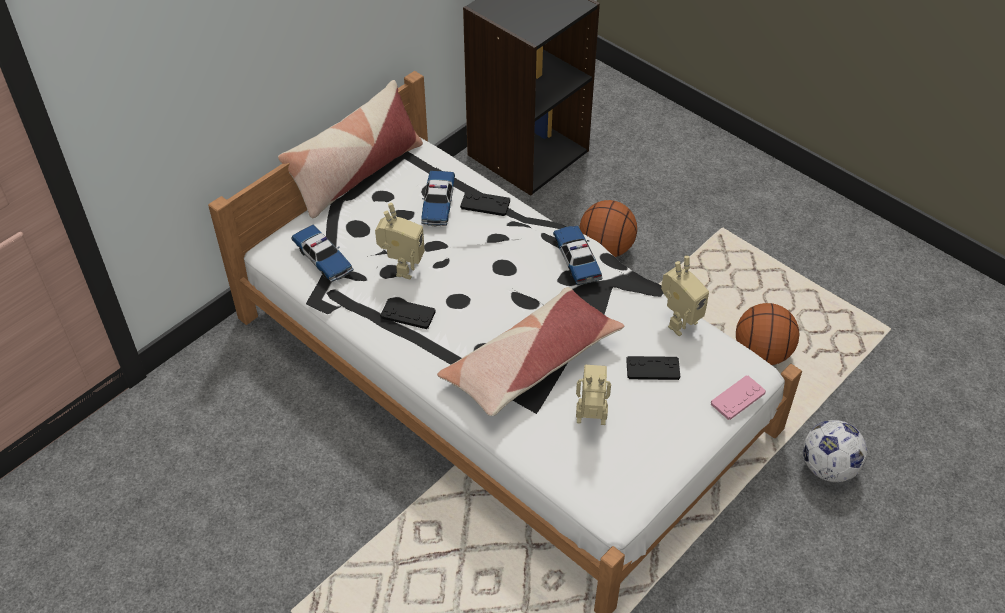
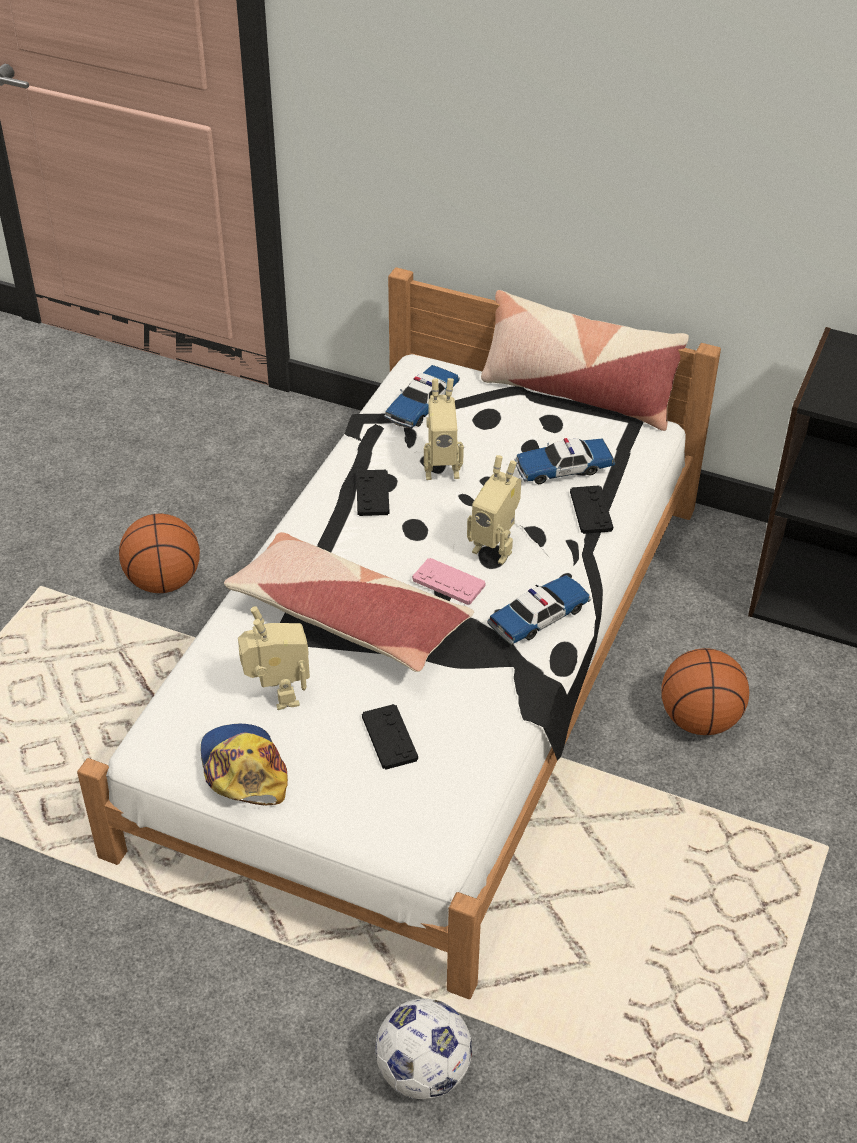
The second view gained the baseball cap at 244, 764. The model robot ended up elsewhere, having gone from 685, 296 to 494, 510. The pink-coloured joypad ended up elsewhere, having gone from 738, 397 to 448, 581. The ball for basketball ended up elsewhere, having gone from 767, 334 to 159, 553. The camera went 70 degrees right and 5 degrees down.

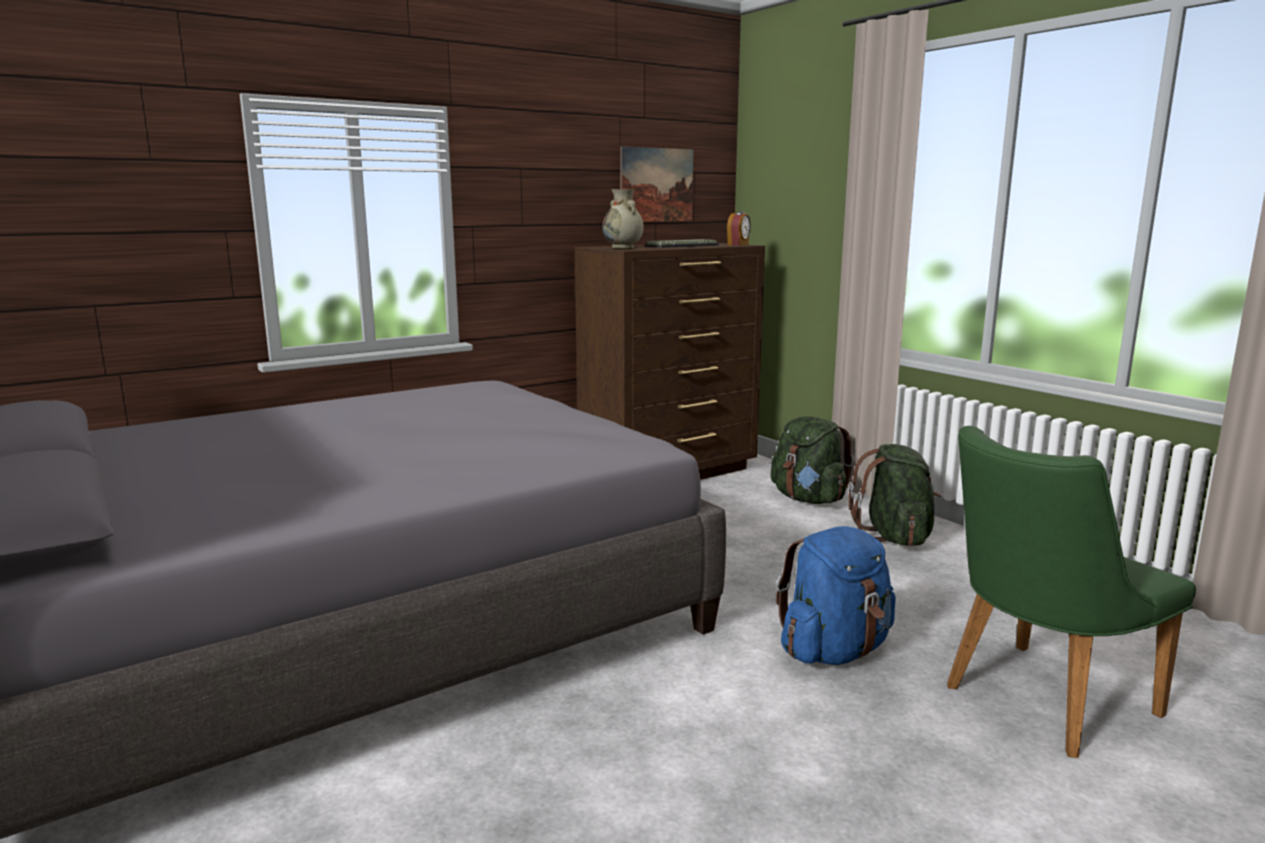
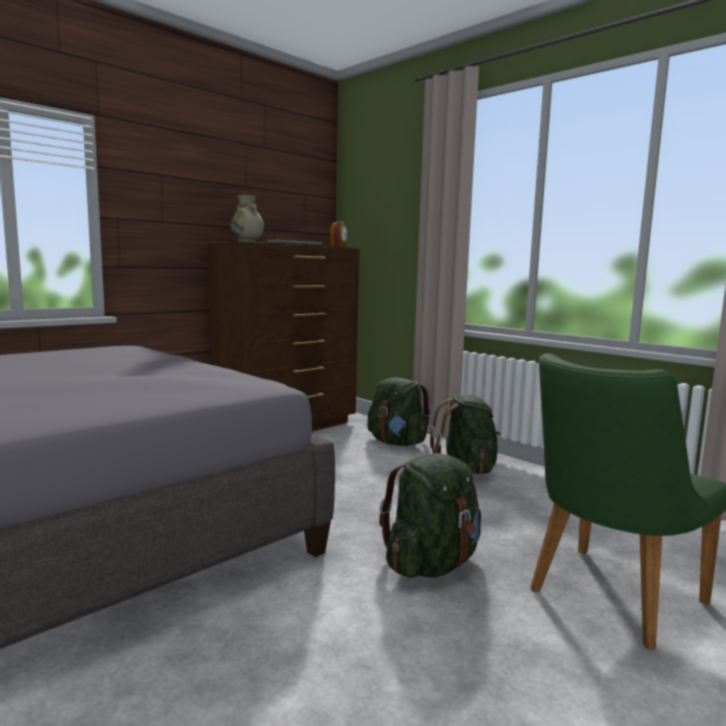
The second view lost the wall picture at 656, 184. What was the bluish backpack at 836, 595 turned into the greenish backpack at 430, 515. The camera went 10 degrees left and 5 degrees down.

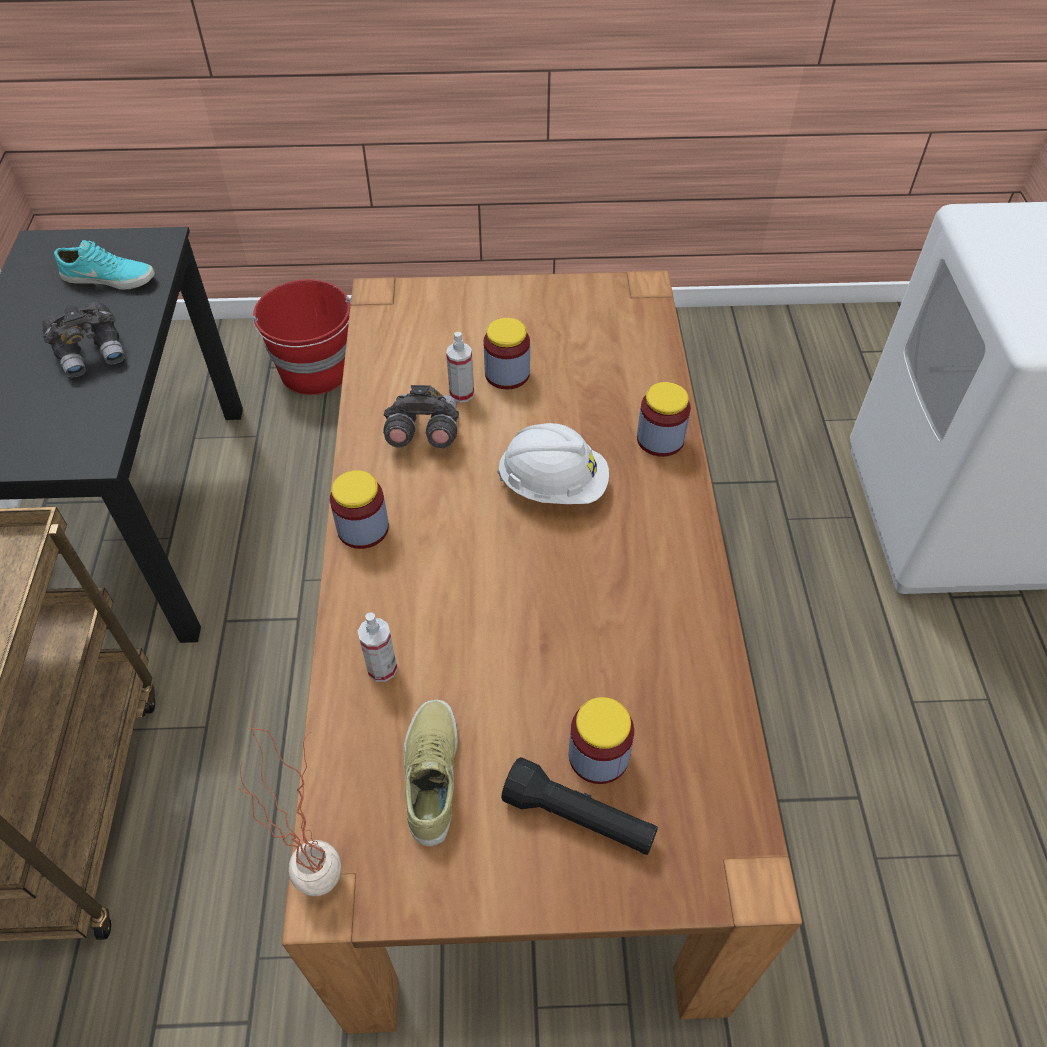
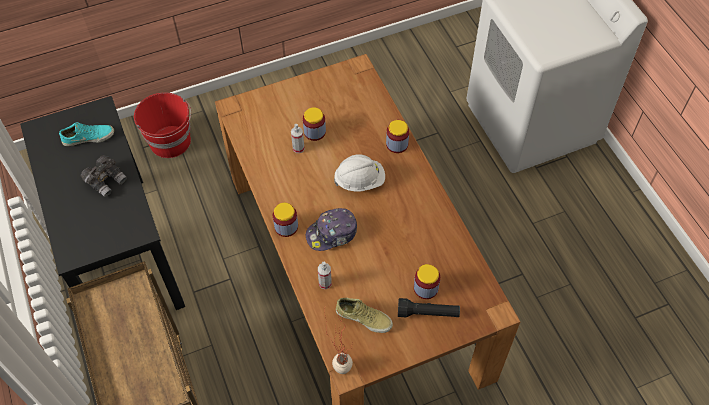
The second view lost the gray binoculars at 421, 417. The second view gained the baseball cap at 331, 229. The beige-coloured item of footwear at 431, 773 ended up facing another way, 135 degrees clockwise from before. The camera went 20 degrees left and 5 degrees up.

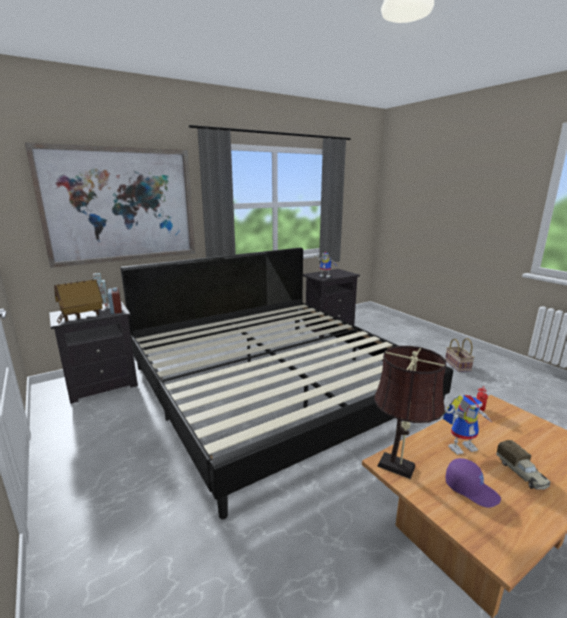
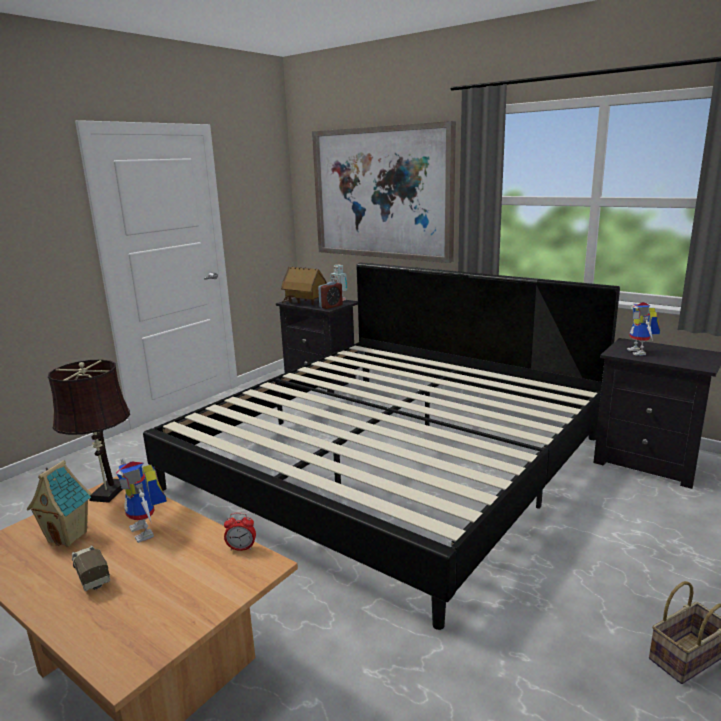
Where the purplish baseball cap stood at 473, 483, the miniature house came to stand at 59, 503. The toy truck at 523, 465 ended up facing another way, 90 degrees clockwise from before. The camera went 70 degrees right and 0 degrees up.

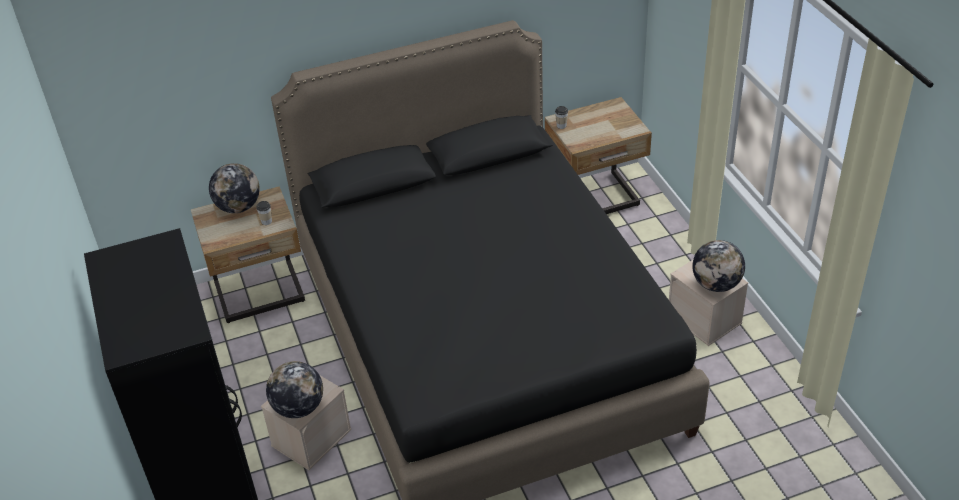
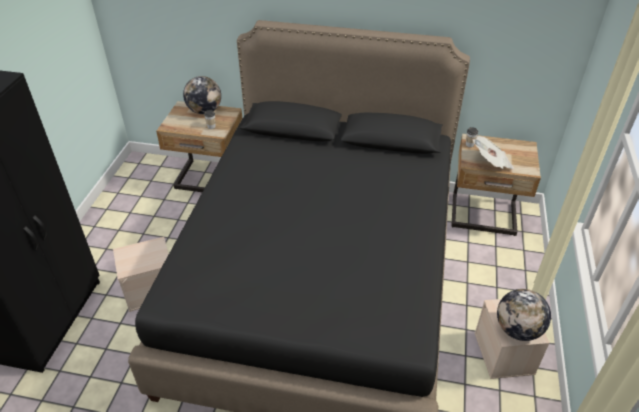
The second view lost the globe at 294, 389. The second view gained the newspaper at 494, 152. The camera went 30 degrees right and 0 degrees up.

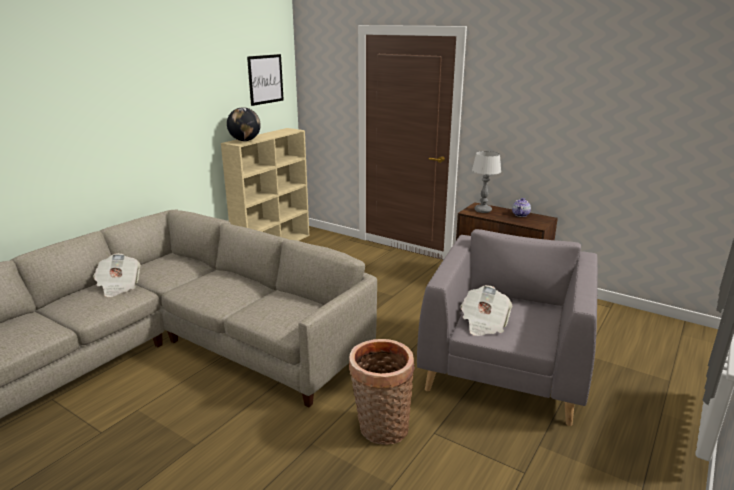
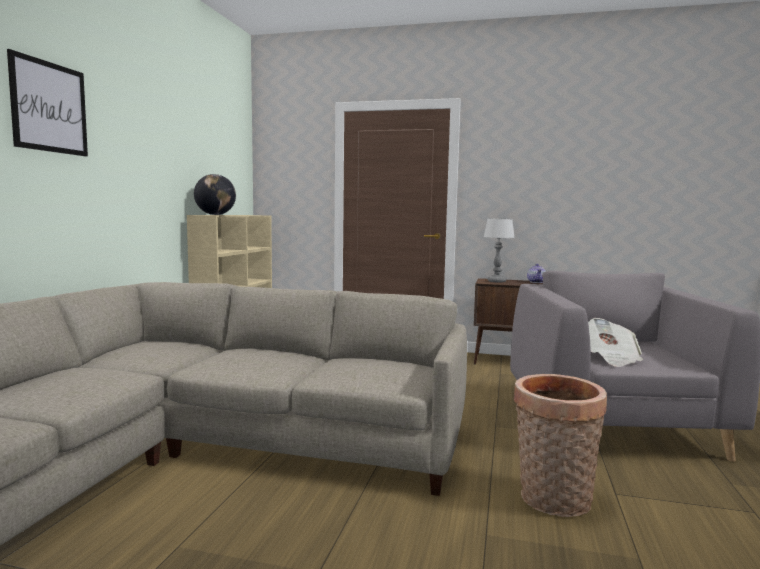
The second view lost the newspaper at 117, 275. The wall picture ended up elsewhere, having gone from 265, 80 to 47, 103. The camera went 20 degrees left and 15 degrees down.

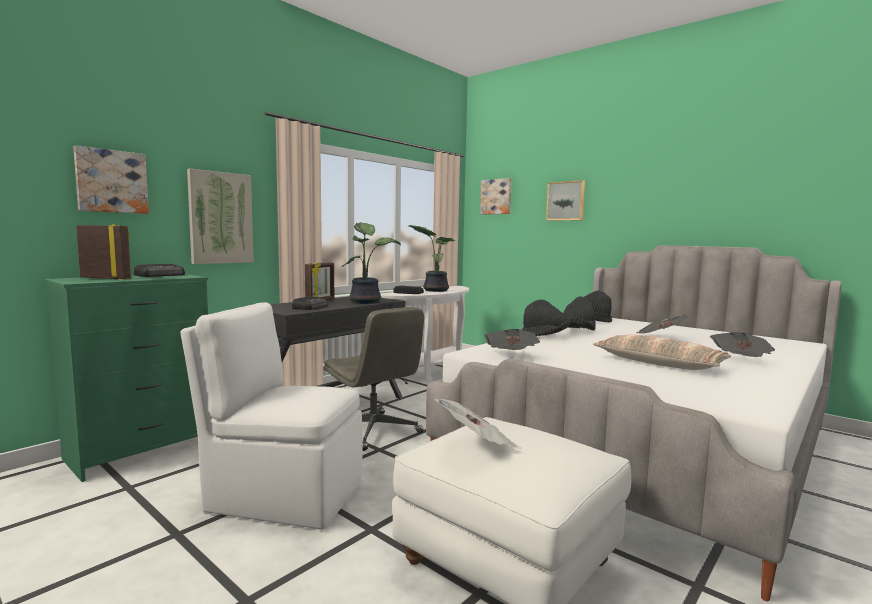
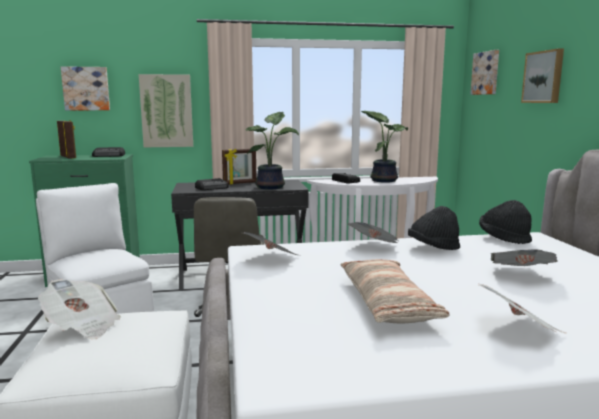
Where the blackish clothing hat stood at 546, 317, the newspaper came to stand at 372, 232. The camera went 40 degrees right and 5 degrees up.

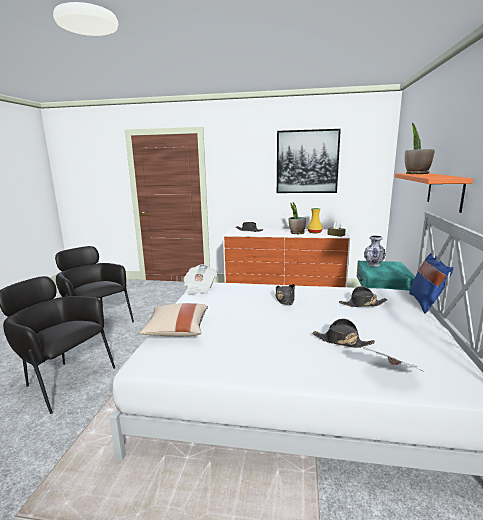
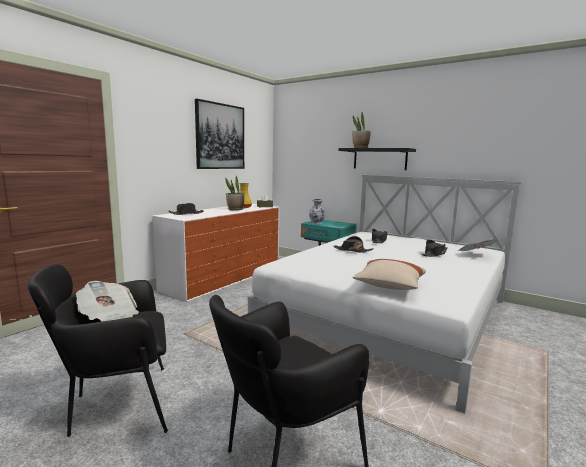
The second view lost the bluish pillow at 431, 283. The newspaper ended up elsewhere, having gone from 200, 279 to 107, 301. What was the orange bracket shelf at 434, 193 turned into the blackish bracket shelf at 377, 159. The camera went 65 degrees left and 5 degrees down.

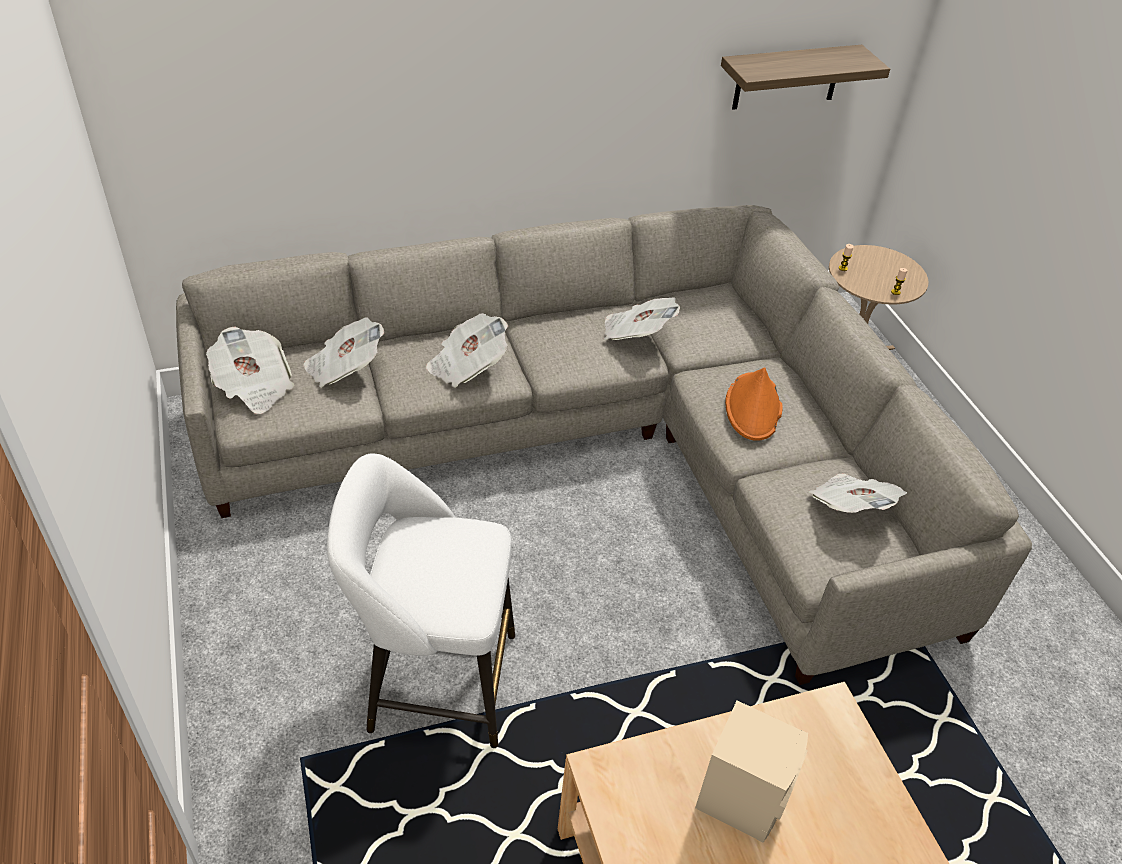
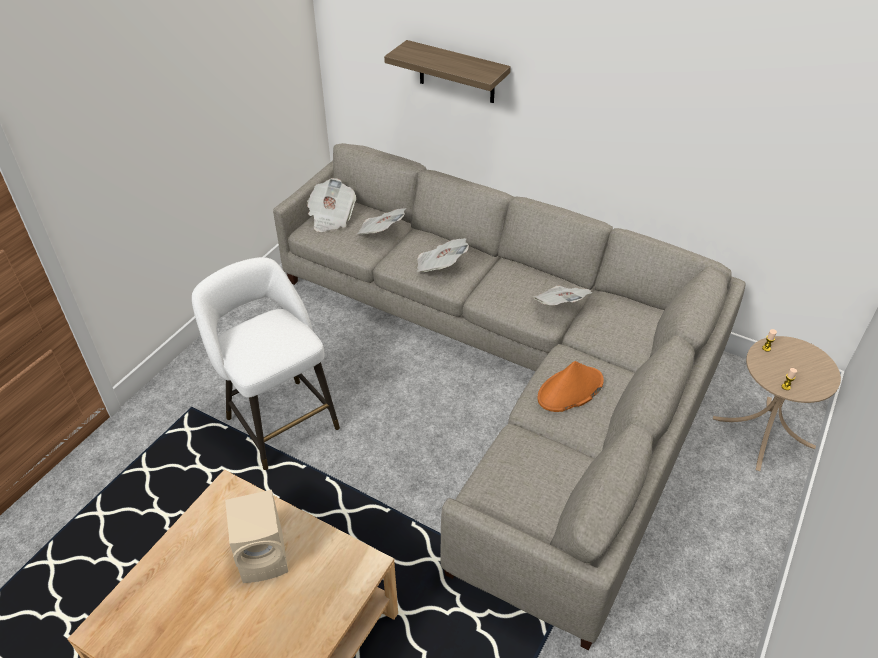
The second view lost the newspaper at 857, 493. The bracket shelf ended up elsewhere, having gone from 805, 77 to 447, 71. The camera went 50 degrees right and 0 degrees up.

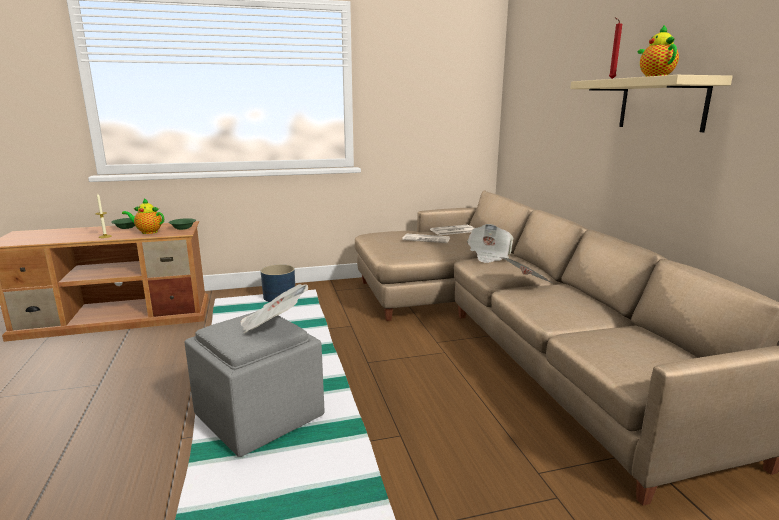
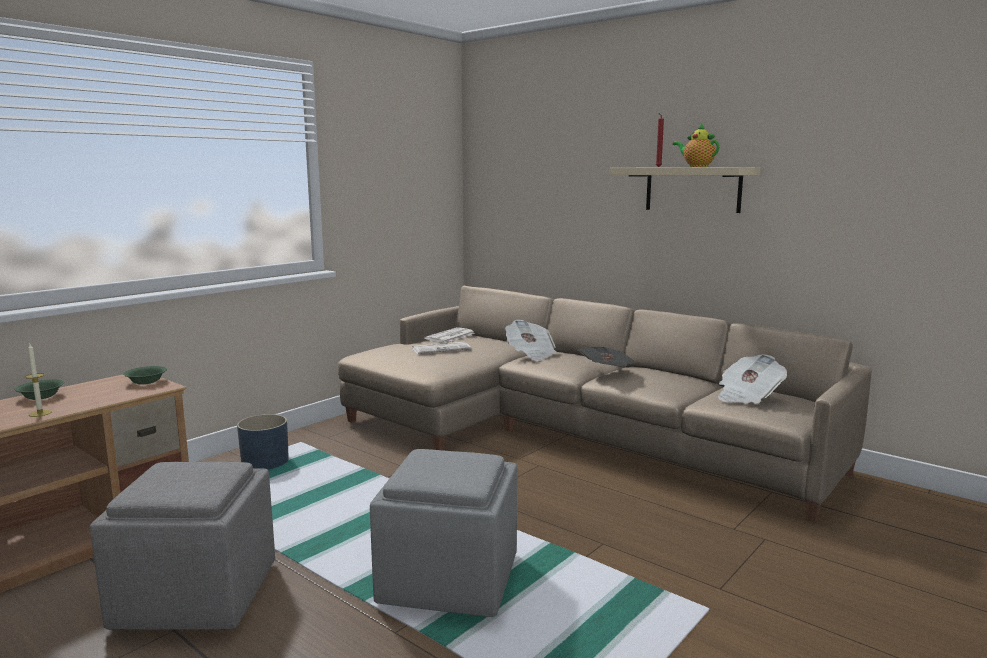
The second view lost the pot for tea at 143, 216. The second view gained the gray pouffe at 182, 546. The newspaper ended up elsewhere, having gone from 274, 308 to 752, 379. The camera went 35 degrees left and 5 degrees down.

